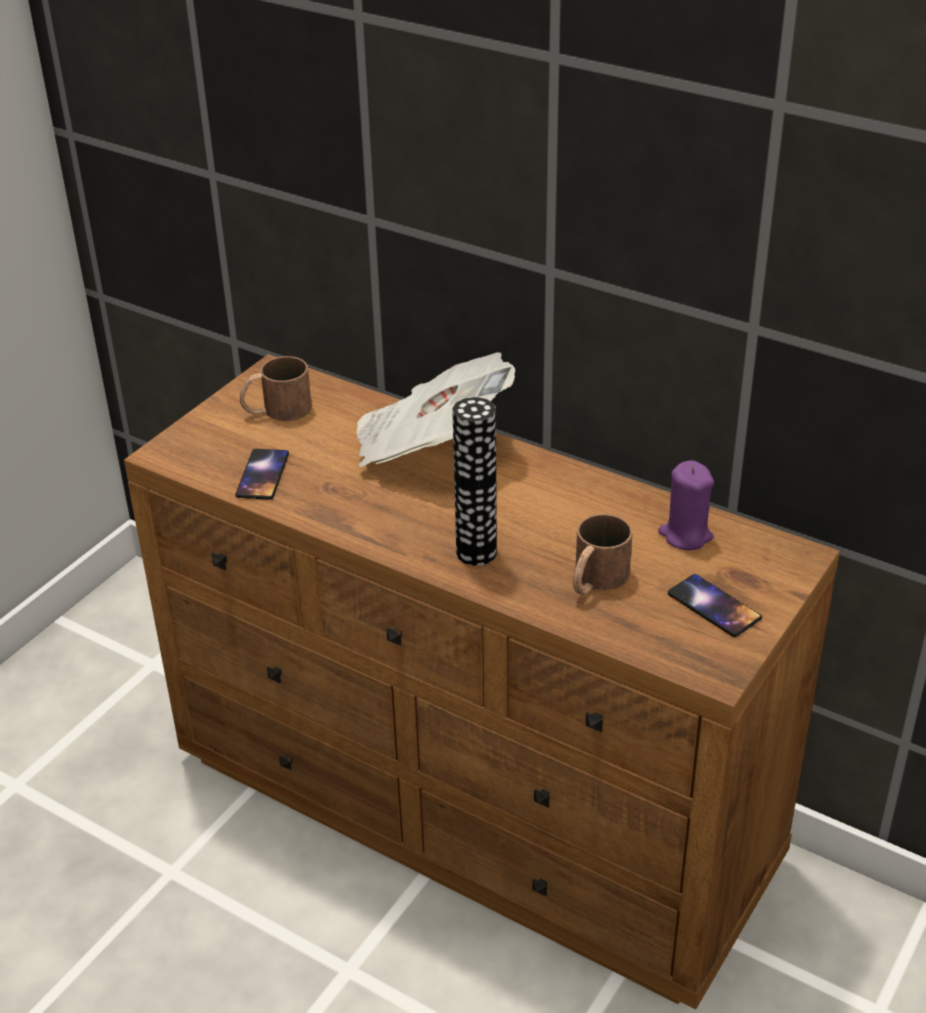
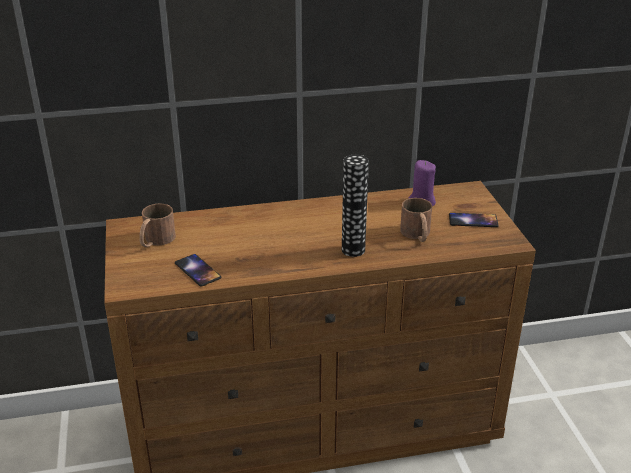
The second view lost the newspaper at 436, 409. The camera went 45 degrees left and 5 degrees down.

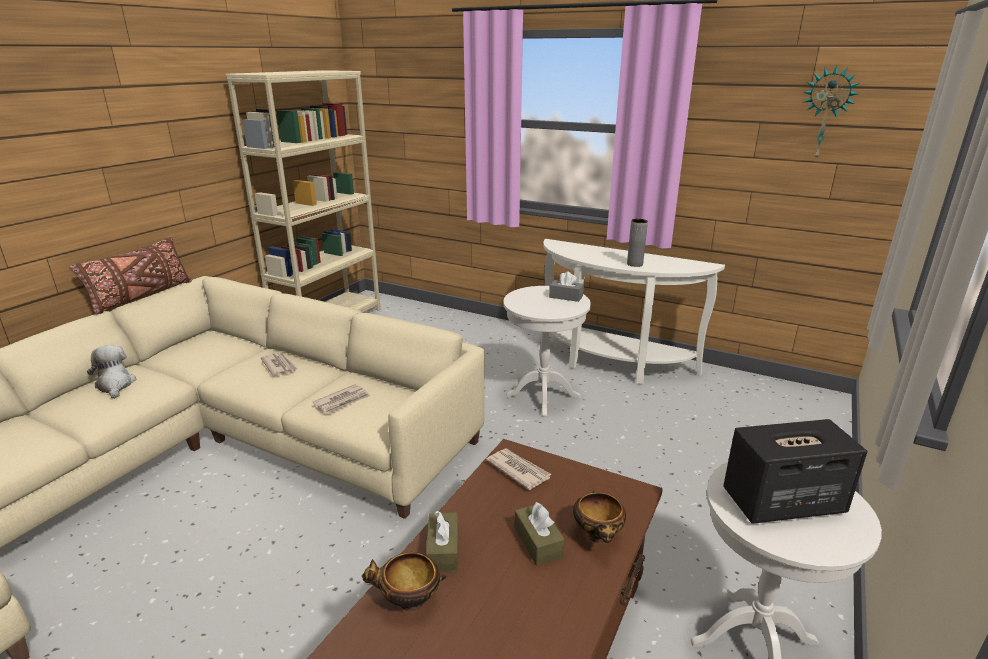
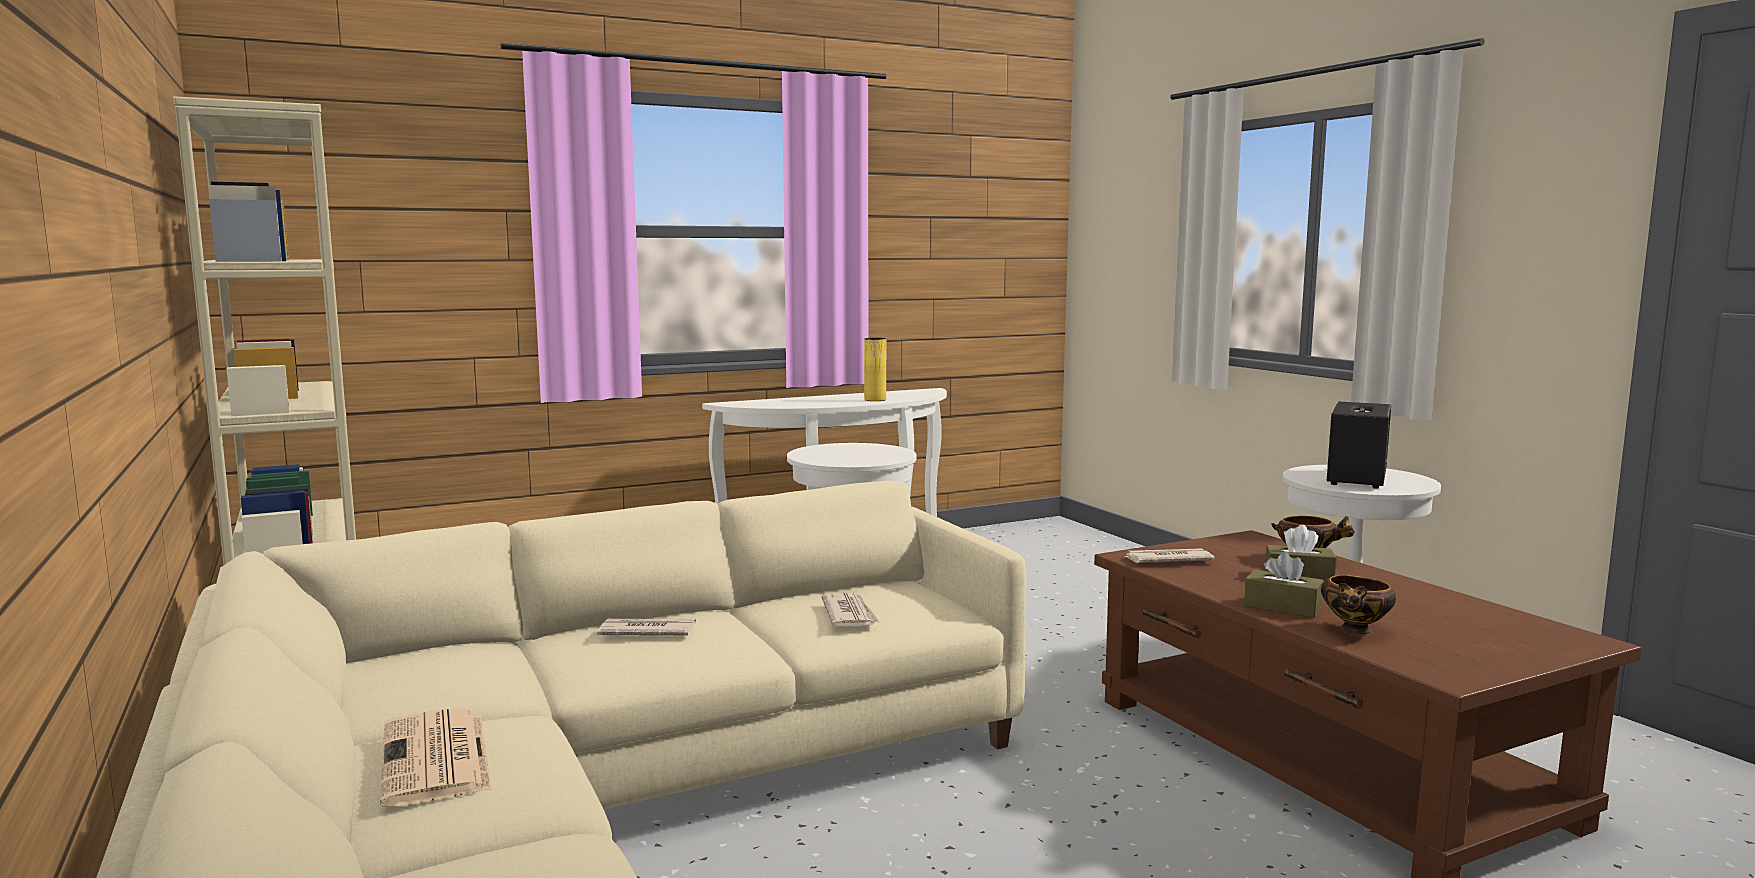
The second view lost the brown pillow at 130, 275. The second view lost the gray tissue box at 566, 287. The second view lost the wall clock at 831, 112. Where the cuddly toy stood at 111, 372, the newspaper came to stand at 436, 757. What was the gray decorative vase at 637, 243 turned into the yellow decorative vase at 875, 369. The camera went 55 degrees left and 15 degrees down.

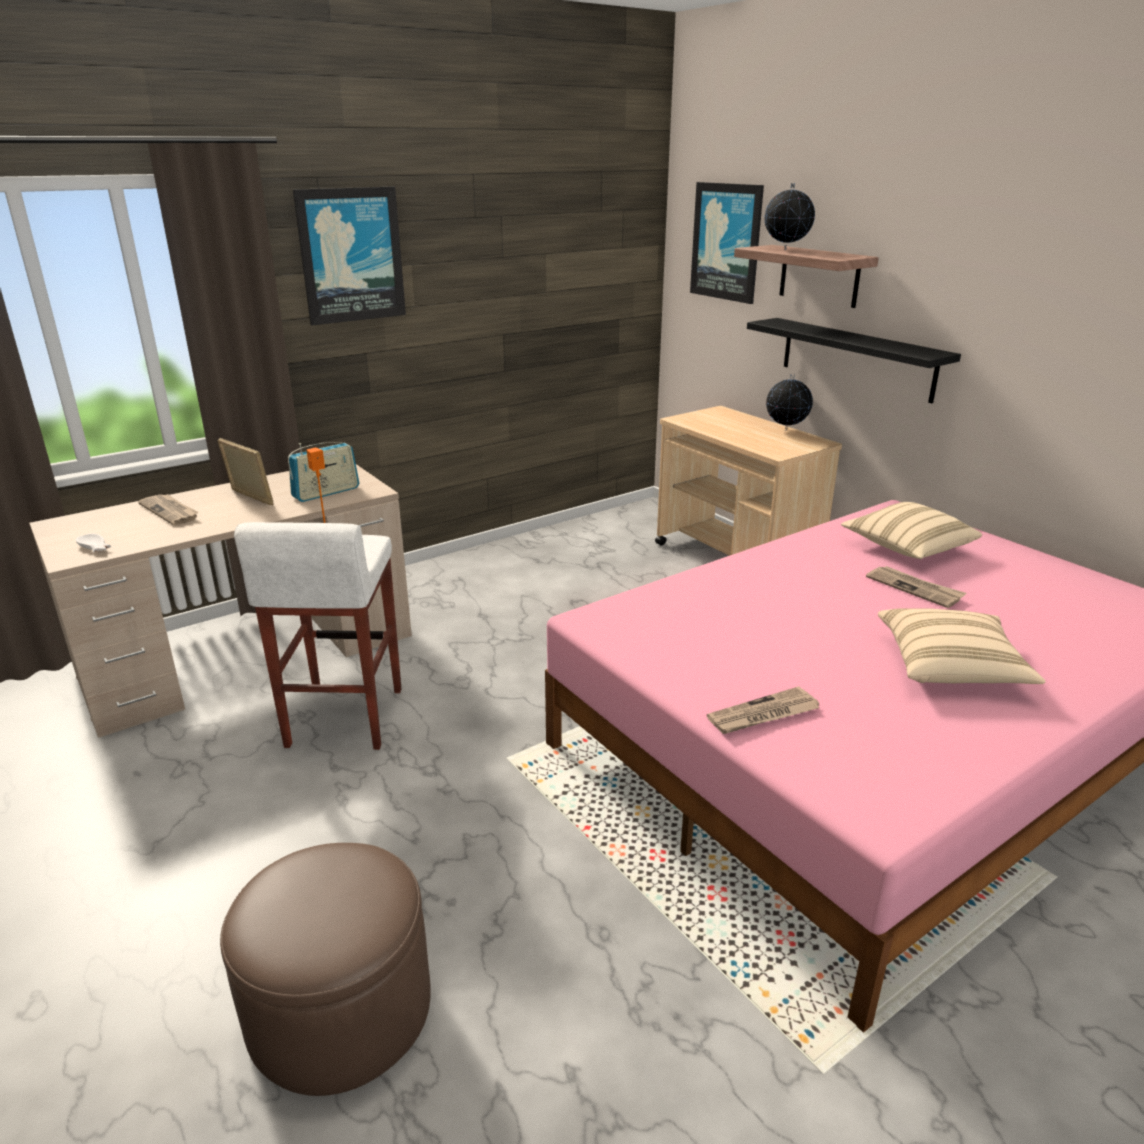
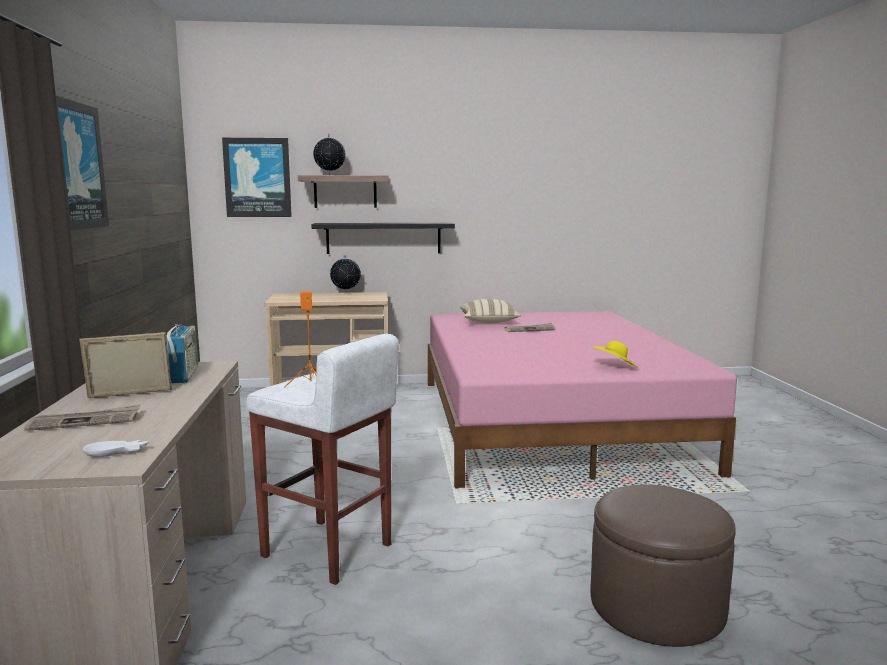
The second view lost the beige-coloured pillow at 962, 646. Where the newspaper stood at 763, 710, the yellow clothing hat came to stand at 615, 354. The camera went 60 degrees left and 15 degrees down.

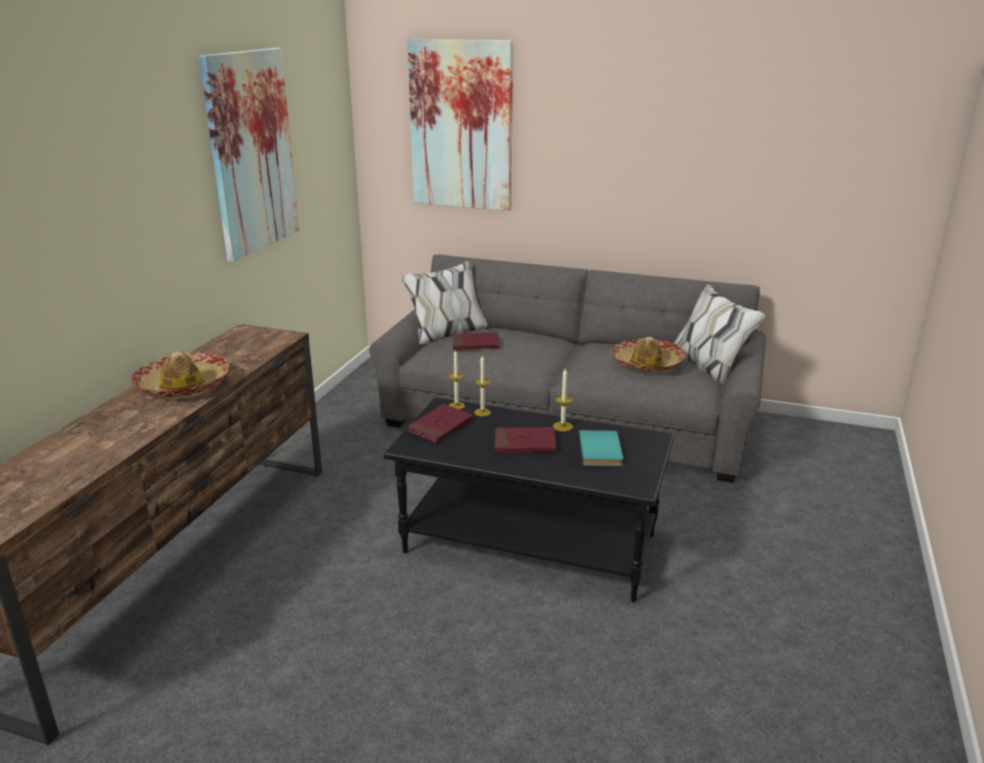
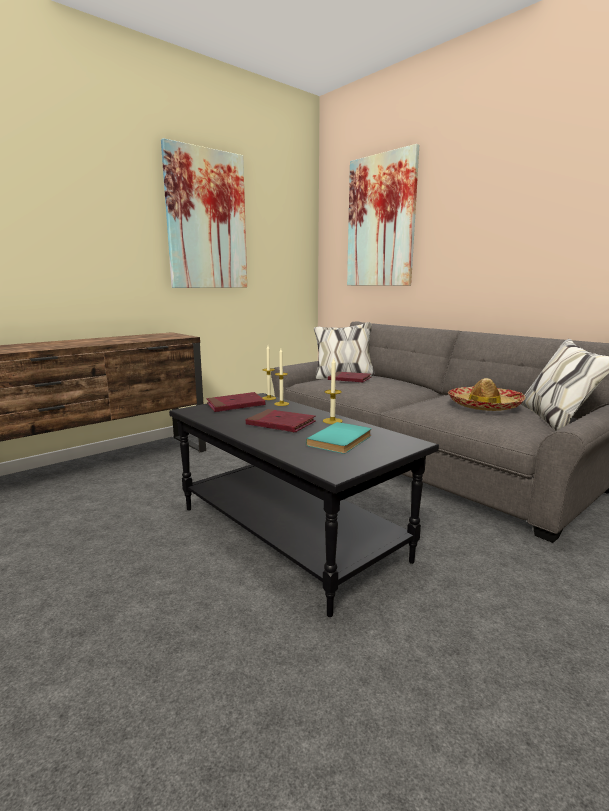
The second view lost the clothing hat at 179, 374. The camera went 30 degrees right and 10 degrees down.

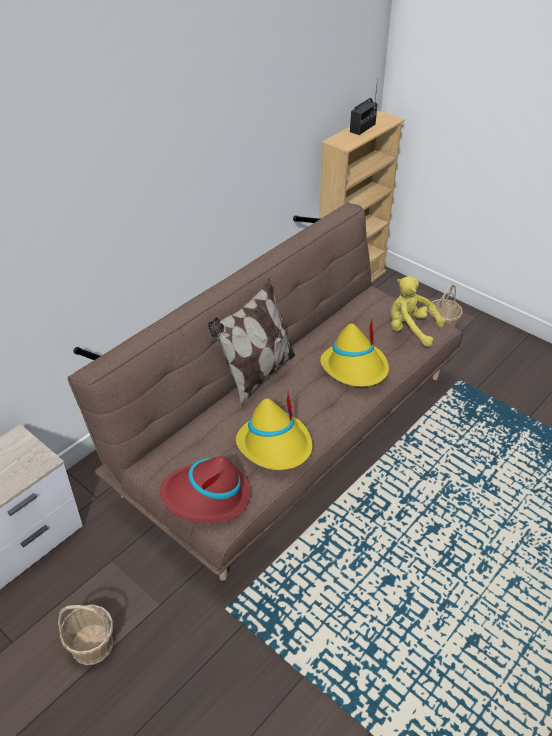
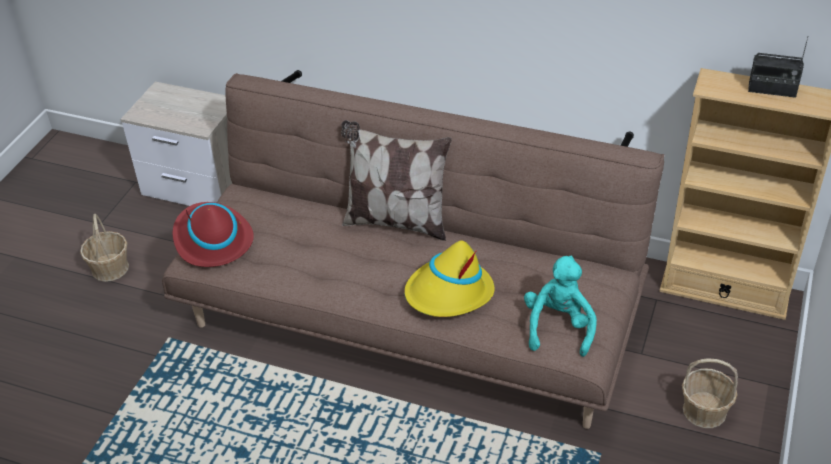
The second view lost the yellow clothing hat at 274, 431. What was the yellow cuddly toy at 417, 311 turned into the blue-green cuddly toy at 560, 306. The camera went 70 degrees right and 0 degrees up.

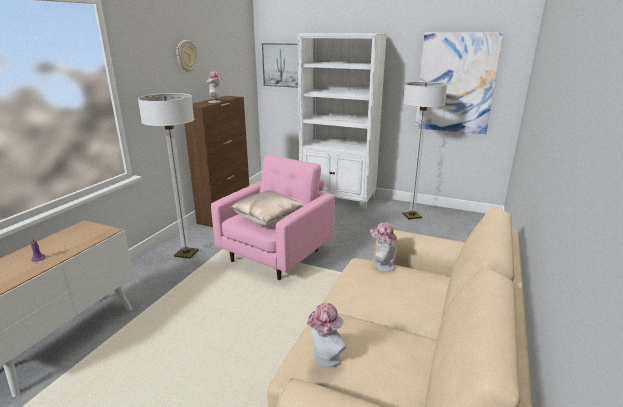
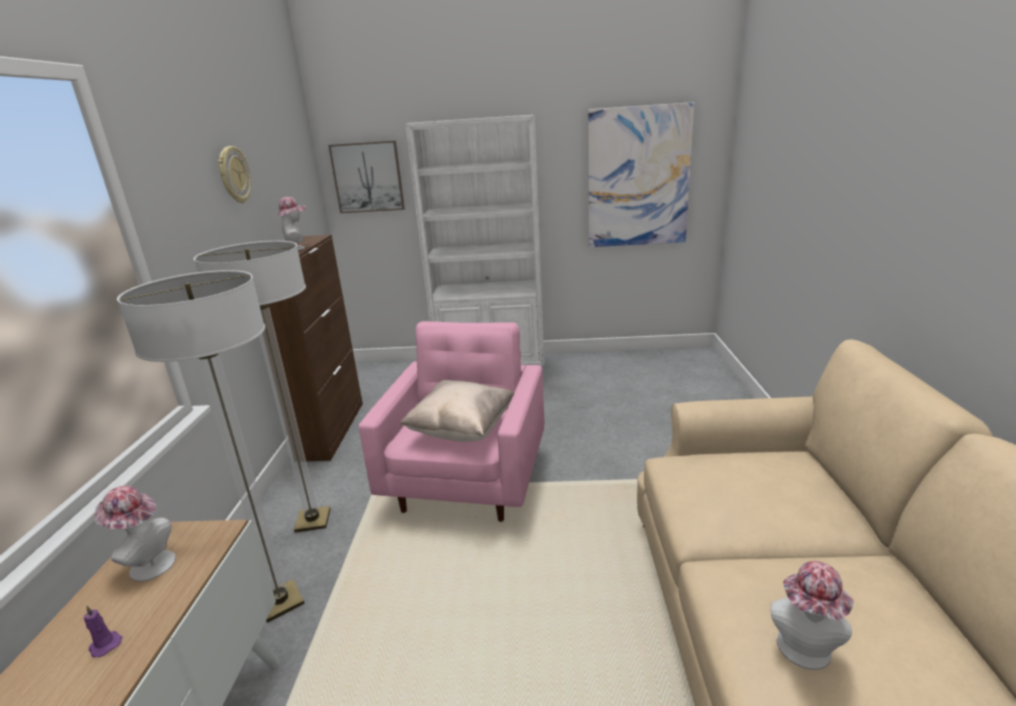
The clothing hat ended up elsewhere, having gone from 383, 247 to 135, 533. The floor lamp ended up elsewhere, having gone from 425, 151 to 211, 446. The camera went 20 degrees left and 0 degrees up.

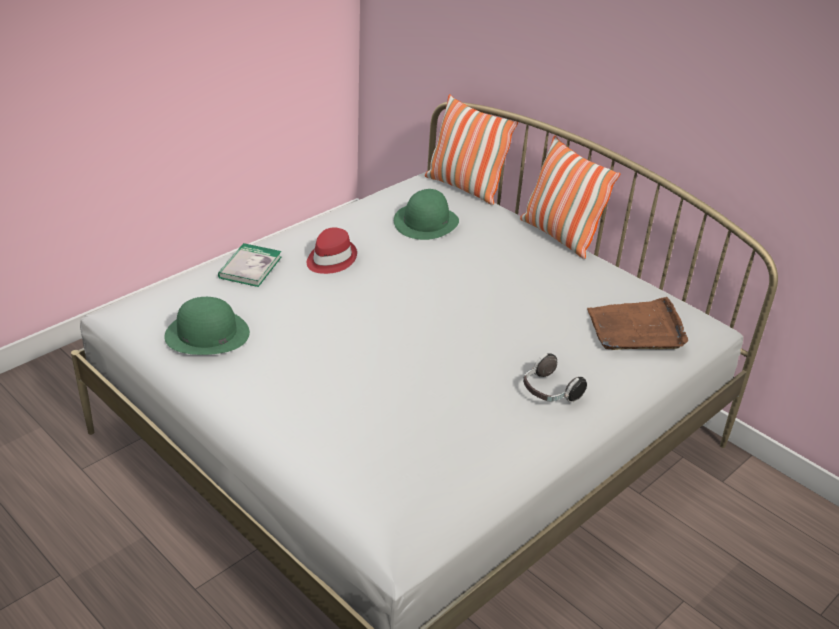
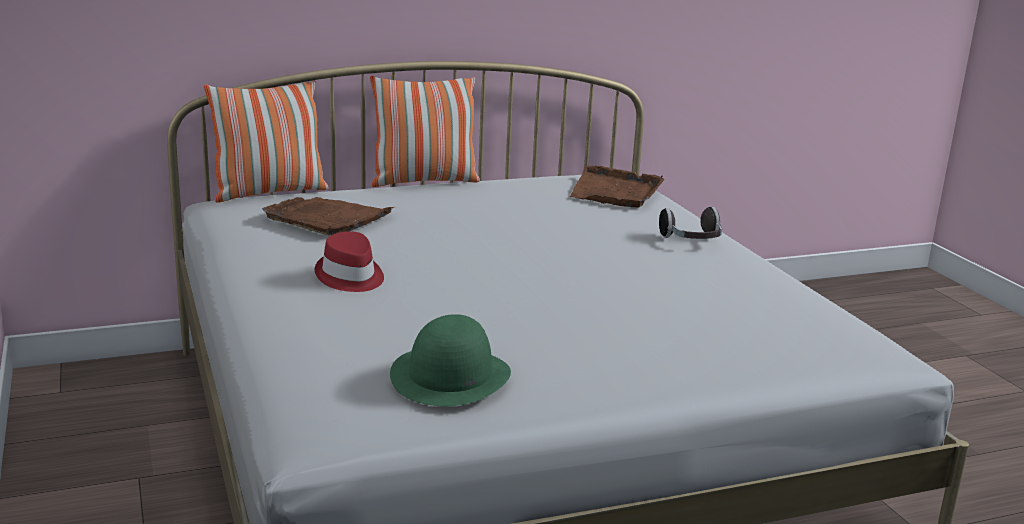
The second view lost the bound book at 249, 265. Where the greenish clothing hat stood at 426, 214, the brown tray came to stand at 328, 216. The camera went 65 degrees left and 15 degrees down.

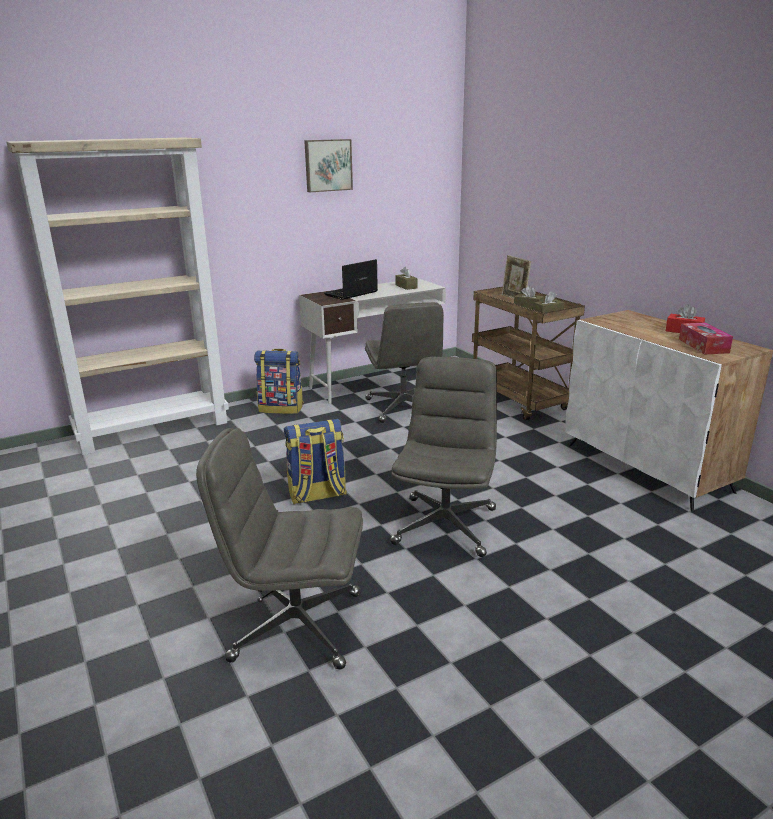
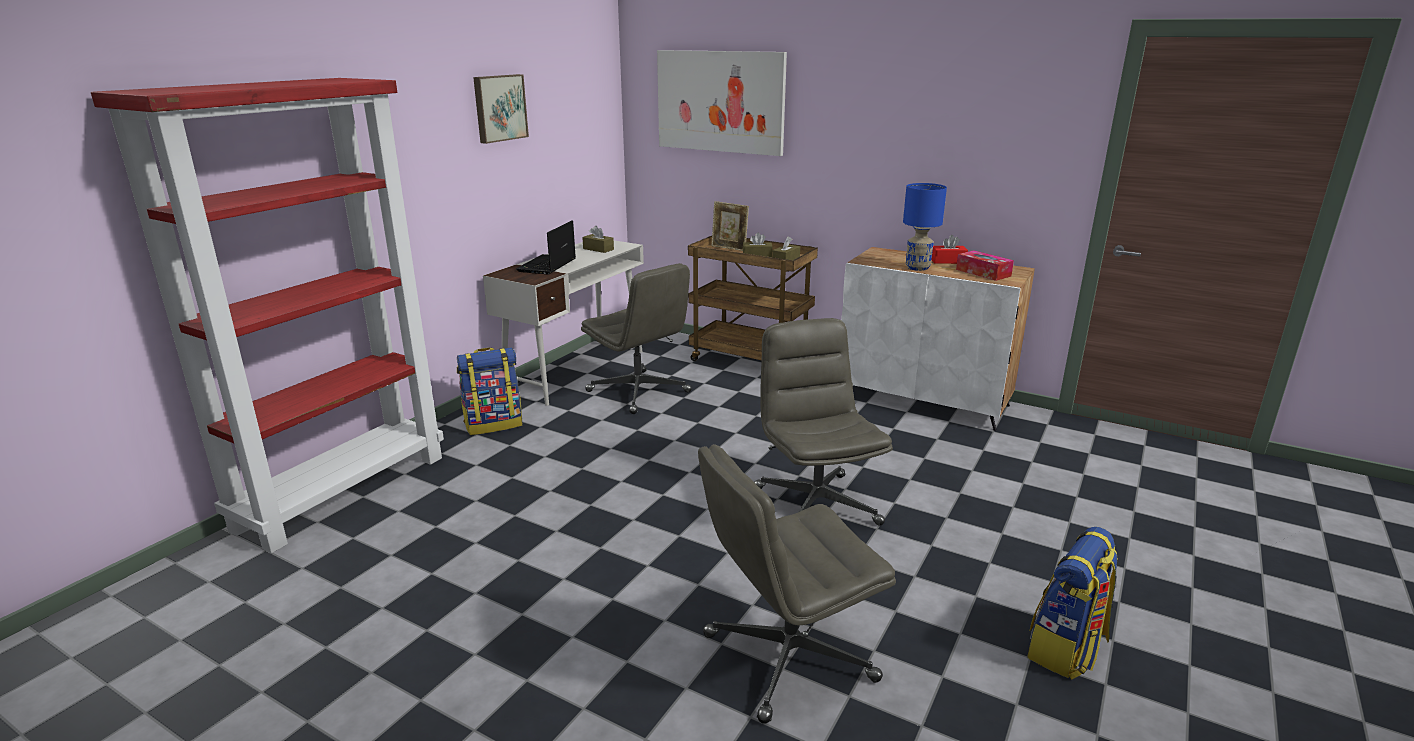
The second view gained the wall picture at 722, 103. The second view gained the bluish table lamp at 925, 227. The backpack ended up elsewhere, having gone from 315, 461 to 1072, 603. What was the beige-coloured bookshelf at 118, 296 turned into the red bookshelf at 267, 315. The camera went 30 degrees left and 0 degrees up.

